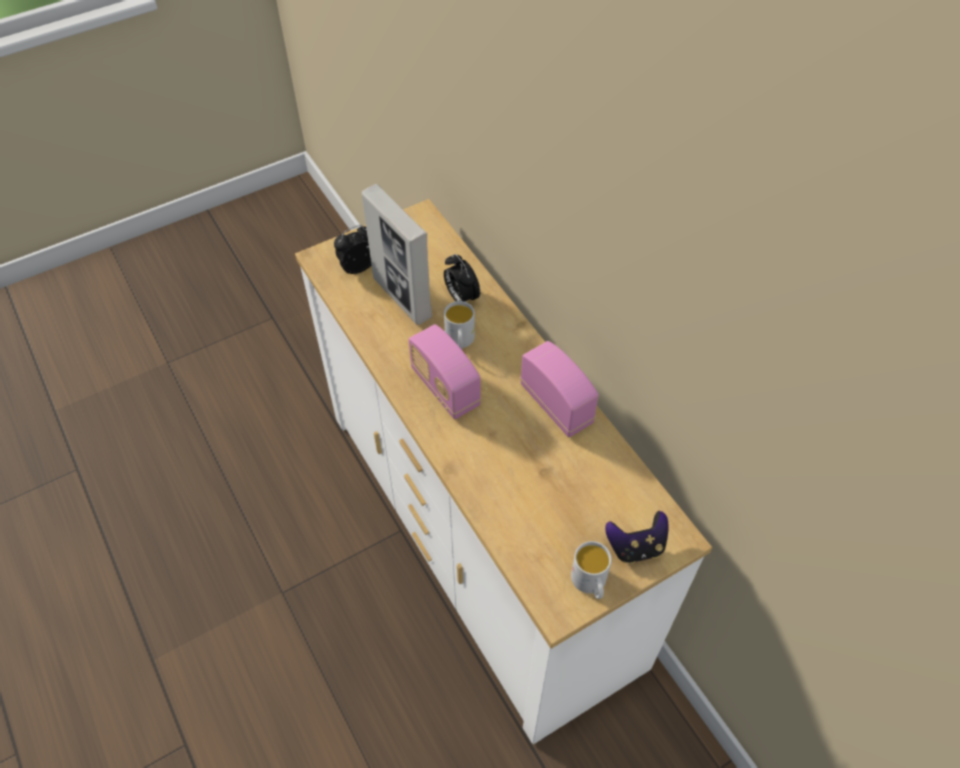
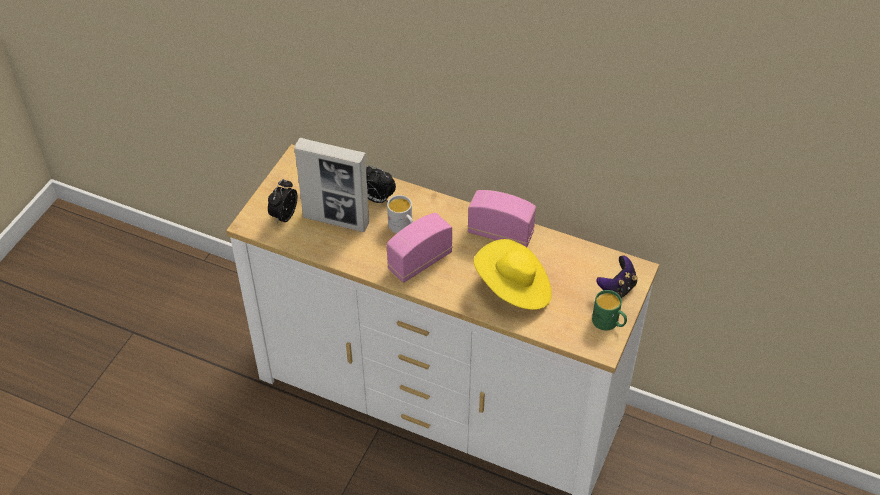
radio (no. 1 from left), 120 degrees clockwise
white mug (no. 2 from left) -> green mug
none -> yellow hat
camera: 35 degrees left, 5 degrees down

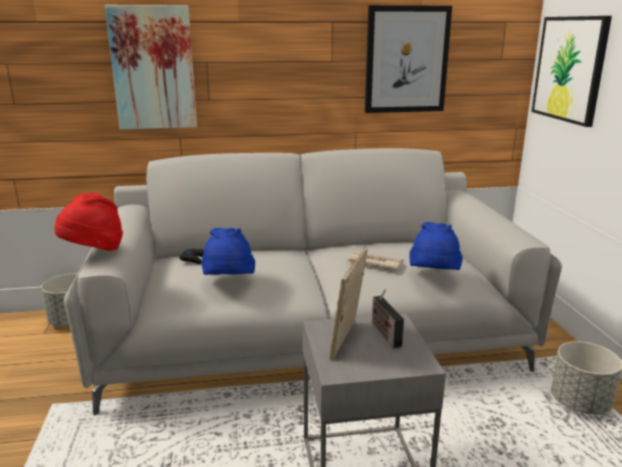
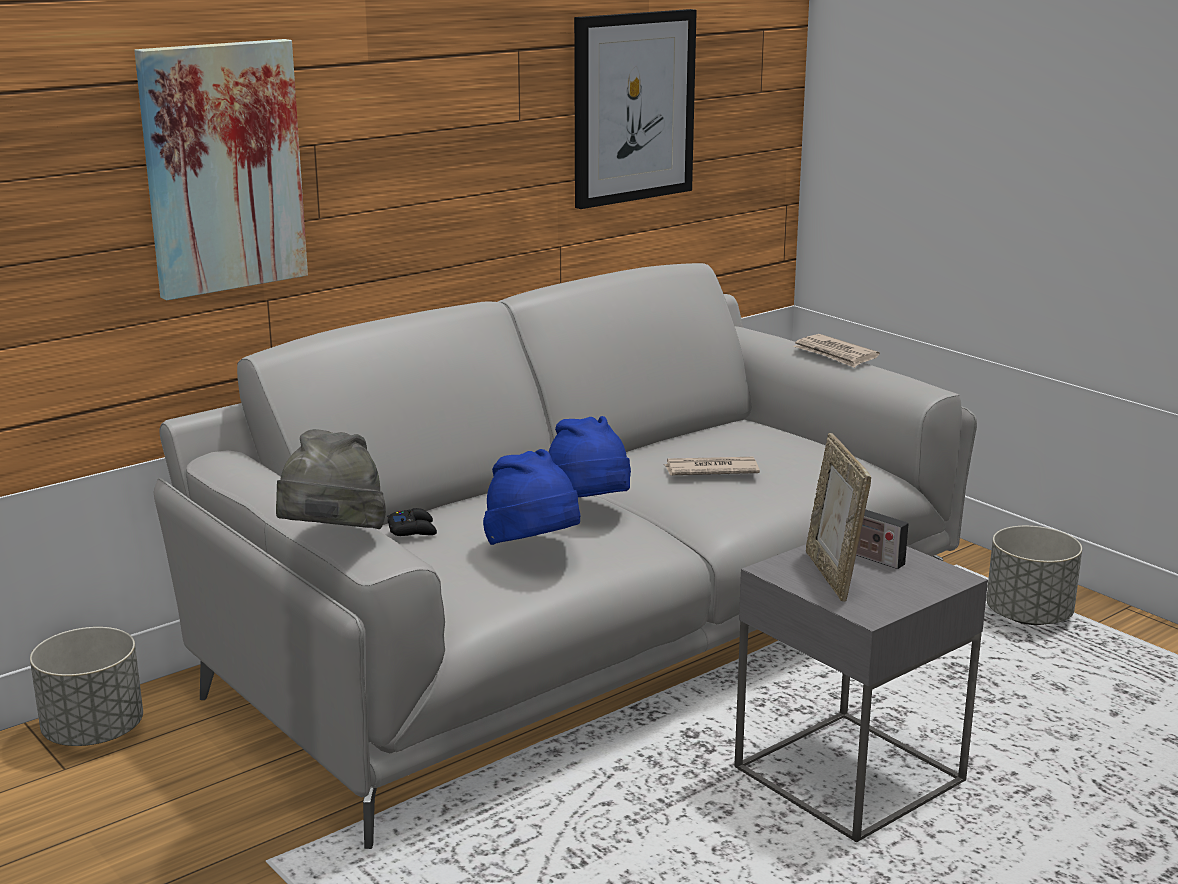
picture (no. 3 from left) -> none
red hat -> grey hat
blue hat (no. 2 from left), shifted
none -> newspaper (no. 2 from left)
camera: 30 degrees left, 0 degrees up

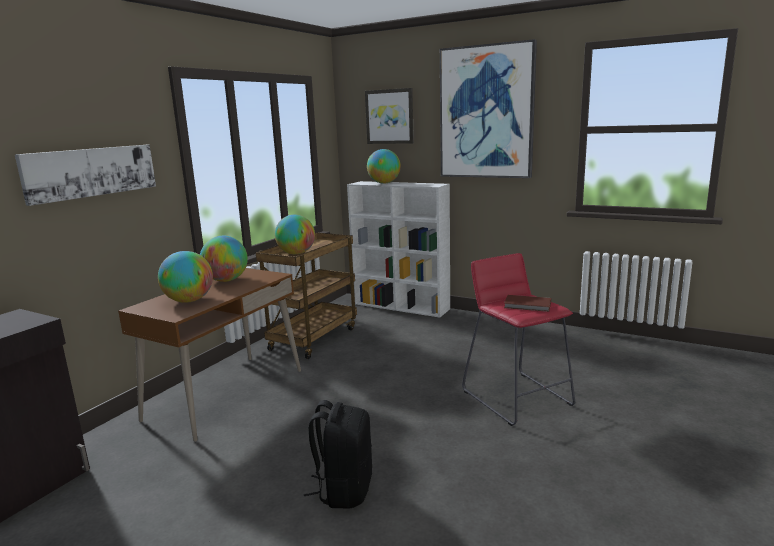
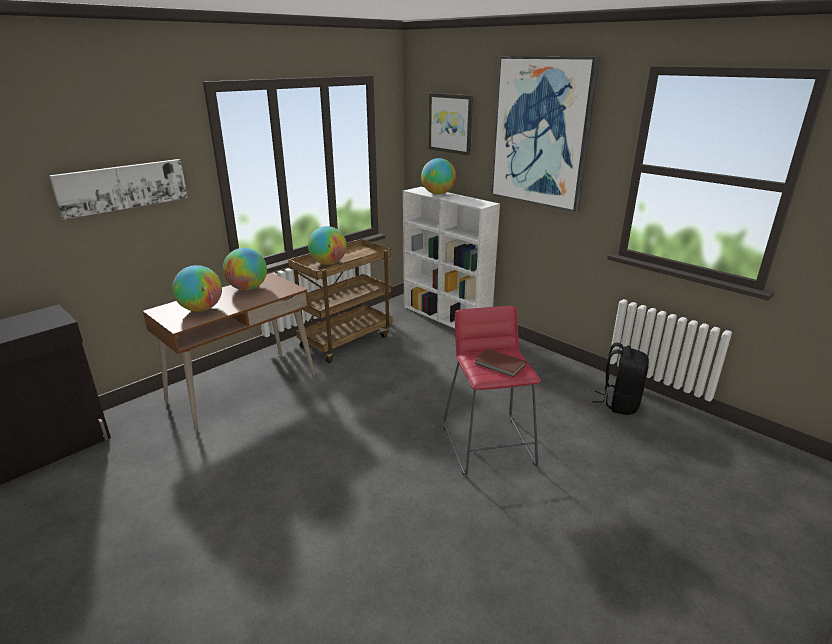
black backpack, shifted
camera: 15 degrees right, 10 degrees up

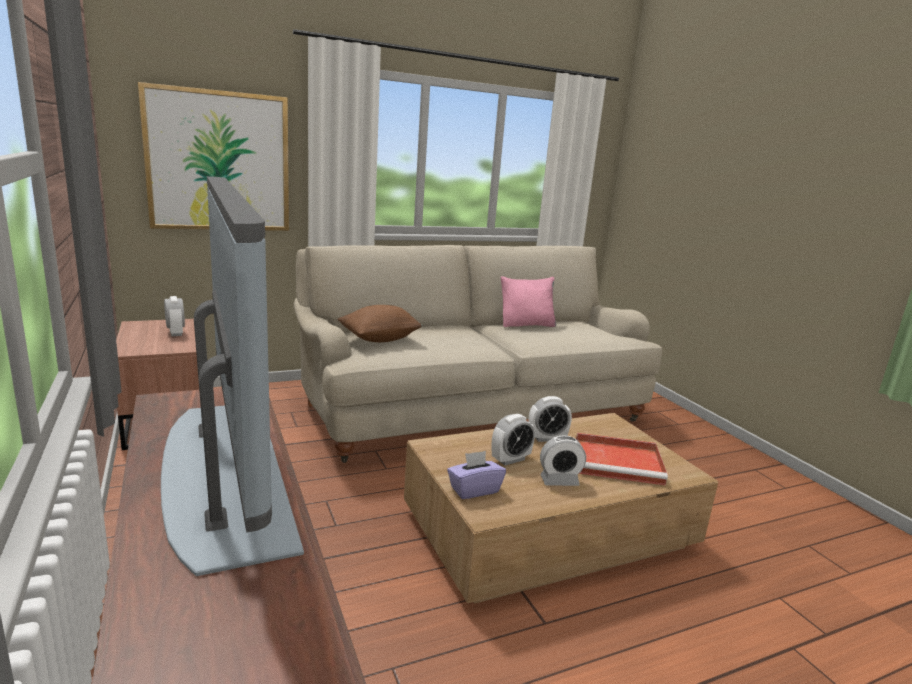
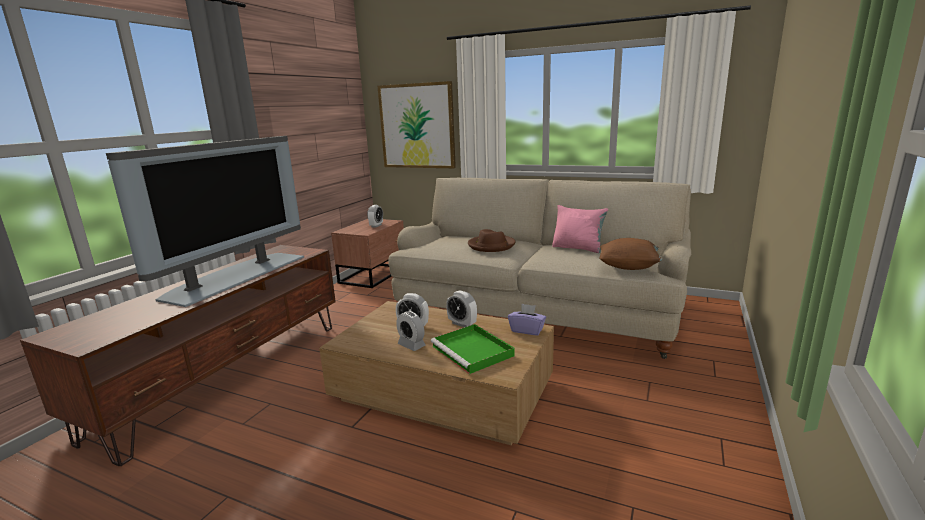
brown pillow, shifted
red tray -> green tray
purple tissue box, shifted
none -> brown hat
camera: 50 degrees right, 0 degrees up

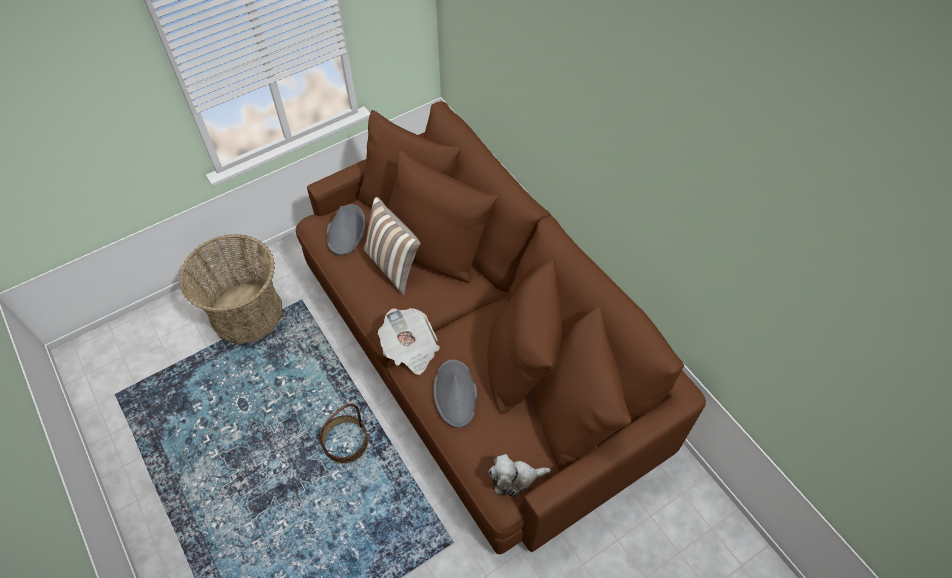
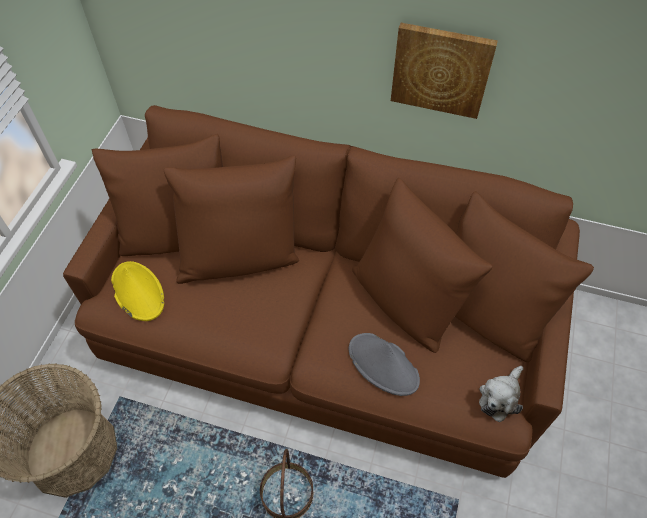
pillow -> none
grey hat (no. 1 from left) -> yellow hat
newspaper -> none
none -> picture
camera: 40 degrees left, 0 degrees up

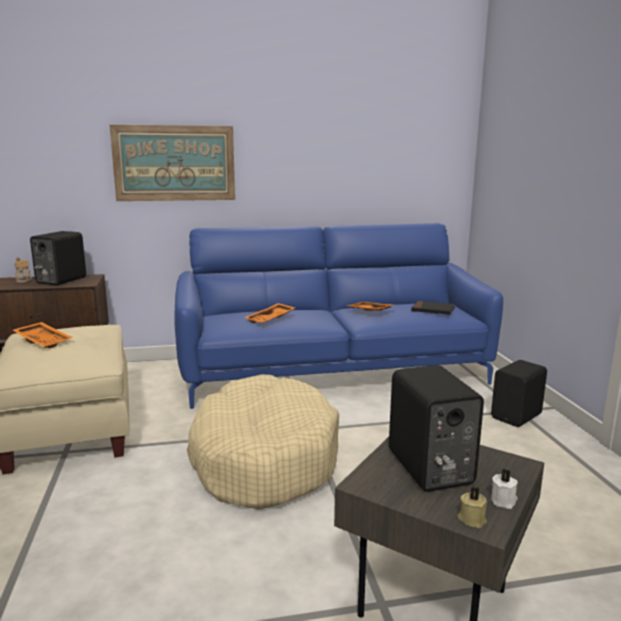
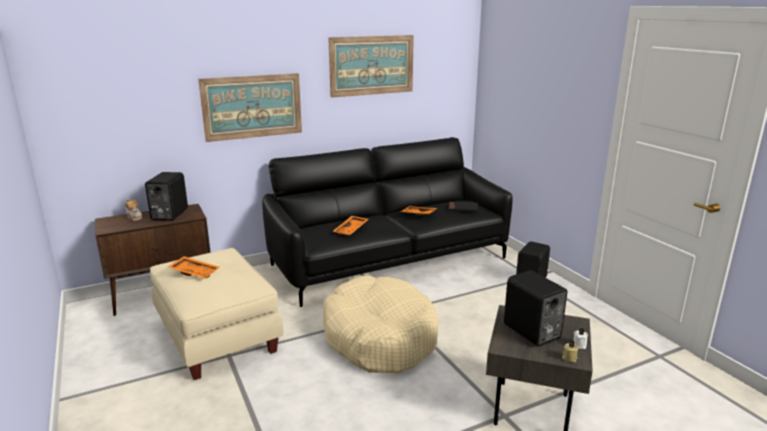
blue sofa -> black sofa
none -> picture (no. 2 from left)
camera: 15 degrees left, 5 degrees up

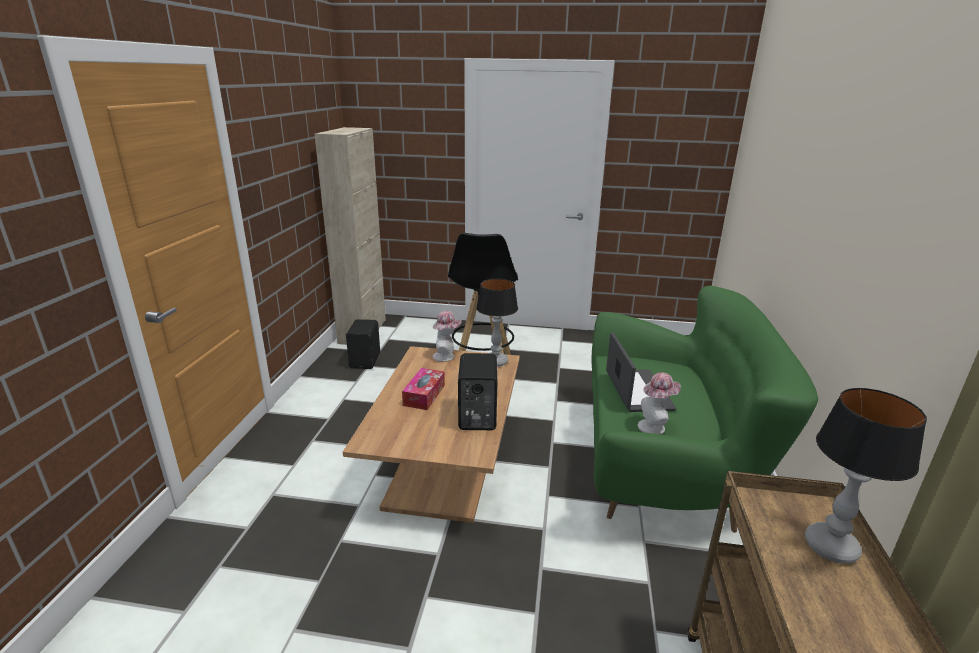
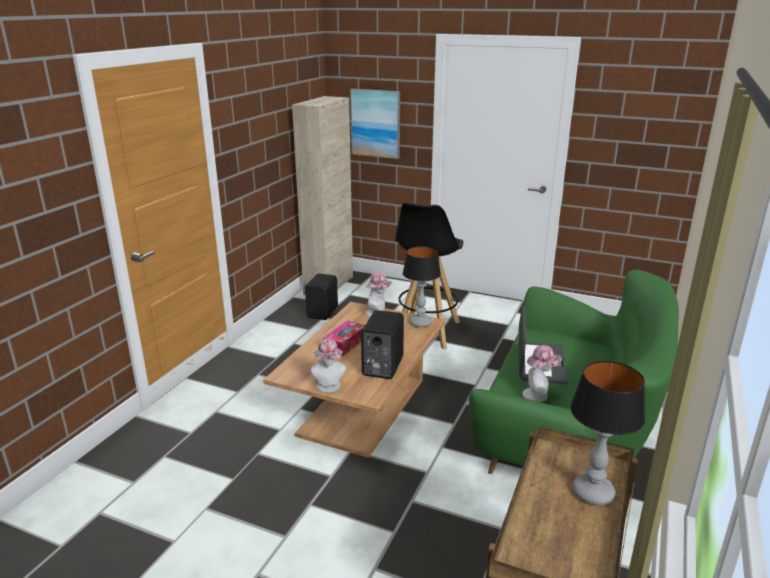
none -> picture
none -> hat (no. 1 from left)
camera: 15 degrees right, 0 degrees up

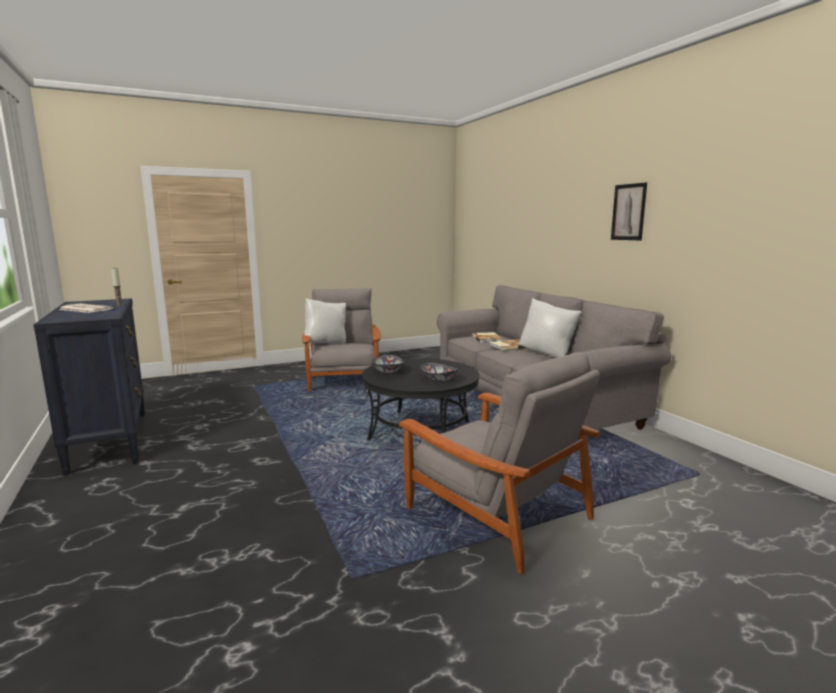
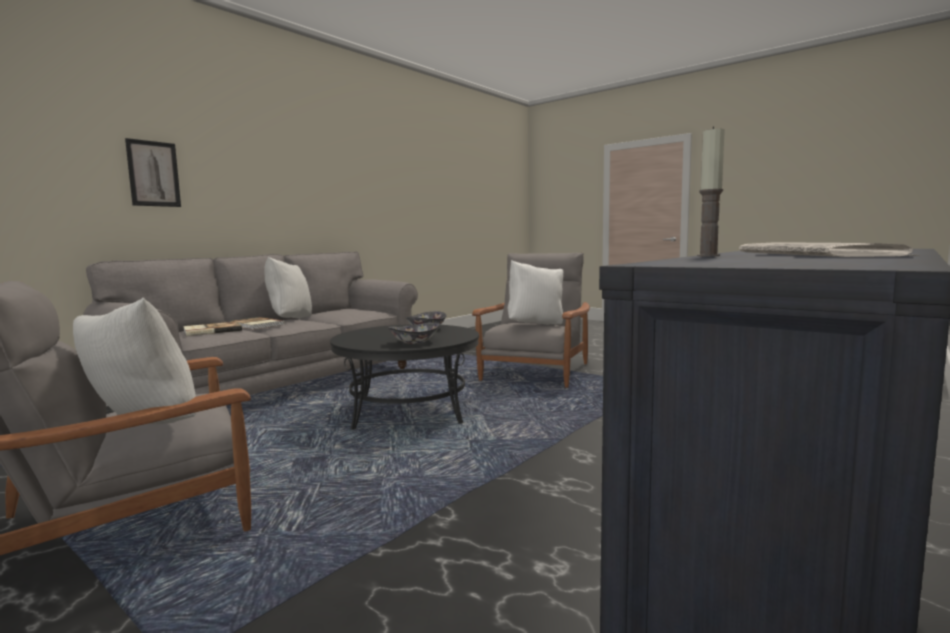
picture, shifted
none -> white pillow (no. 3 from left)
camera: 115 degrees left, 5 degrees down

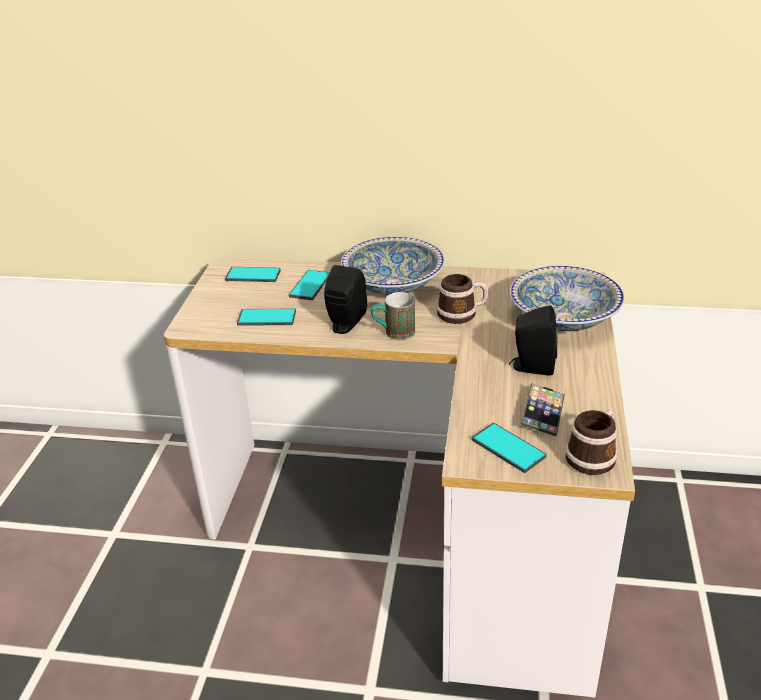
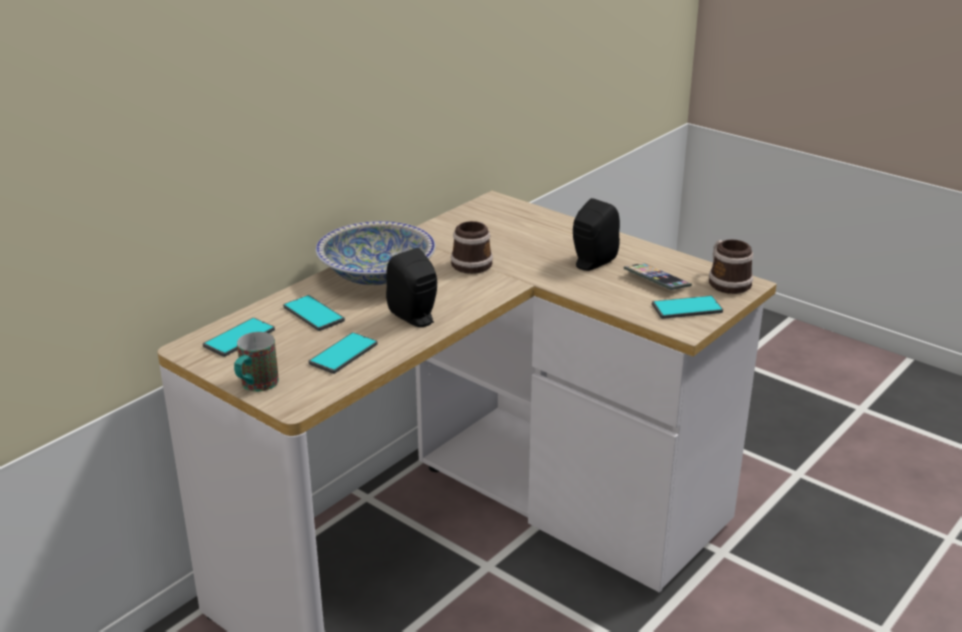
bowl (no. 2 from left) -> none
mug (no. 1 from left), shifted
camera: 60 degrees left, 5 degrees down

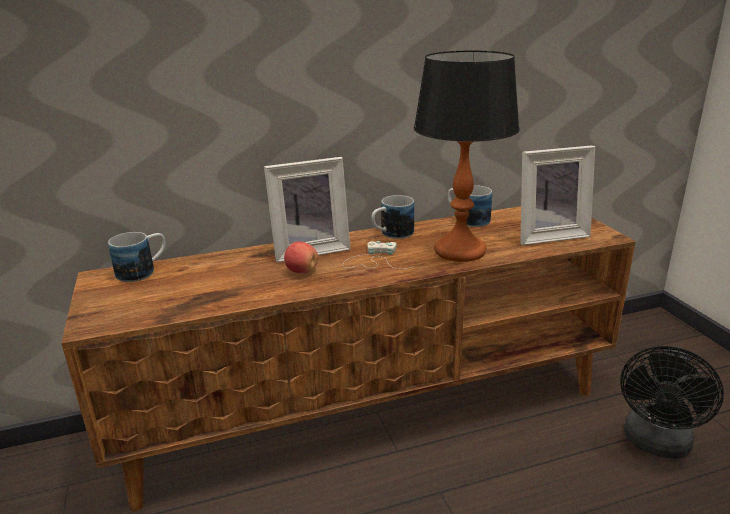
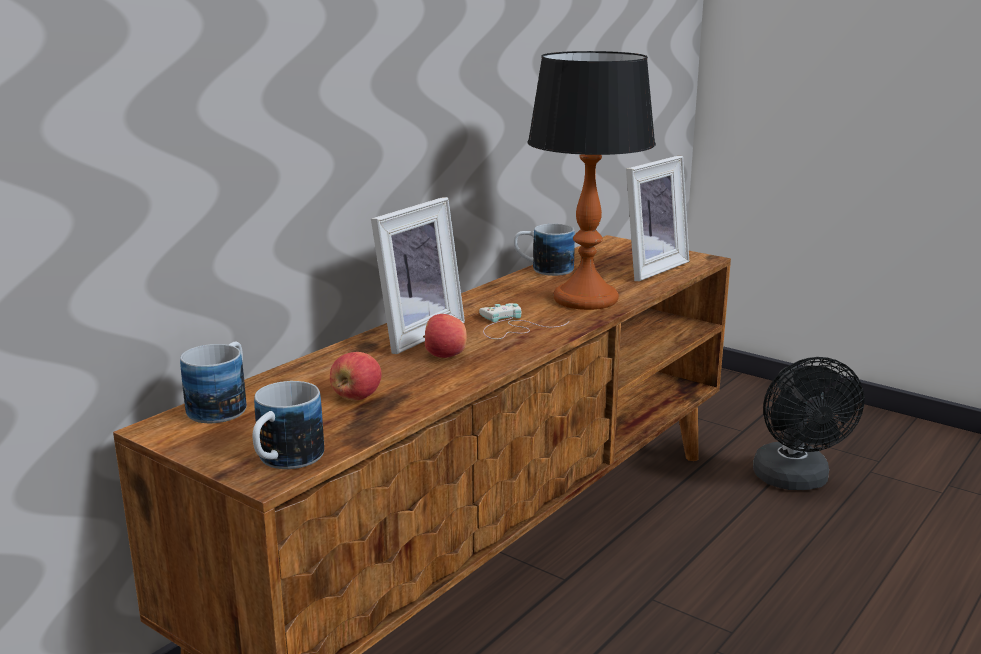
mug (no. 2 from left), shifted
none -> apple (no. 1 from left)
camera: 35 degrees left, 5 degrees down

